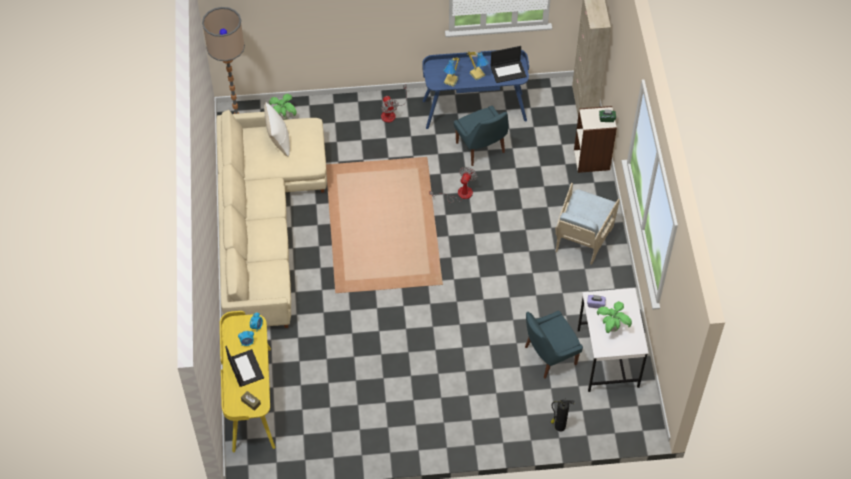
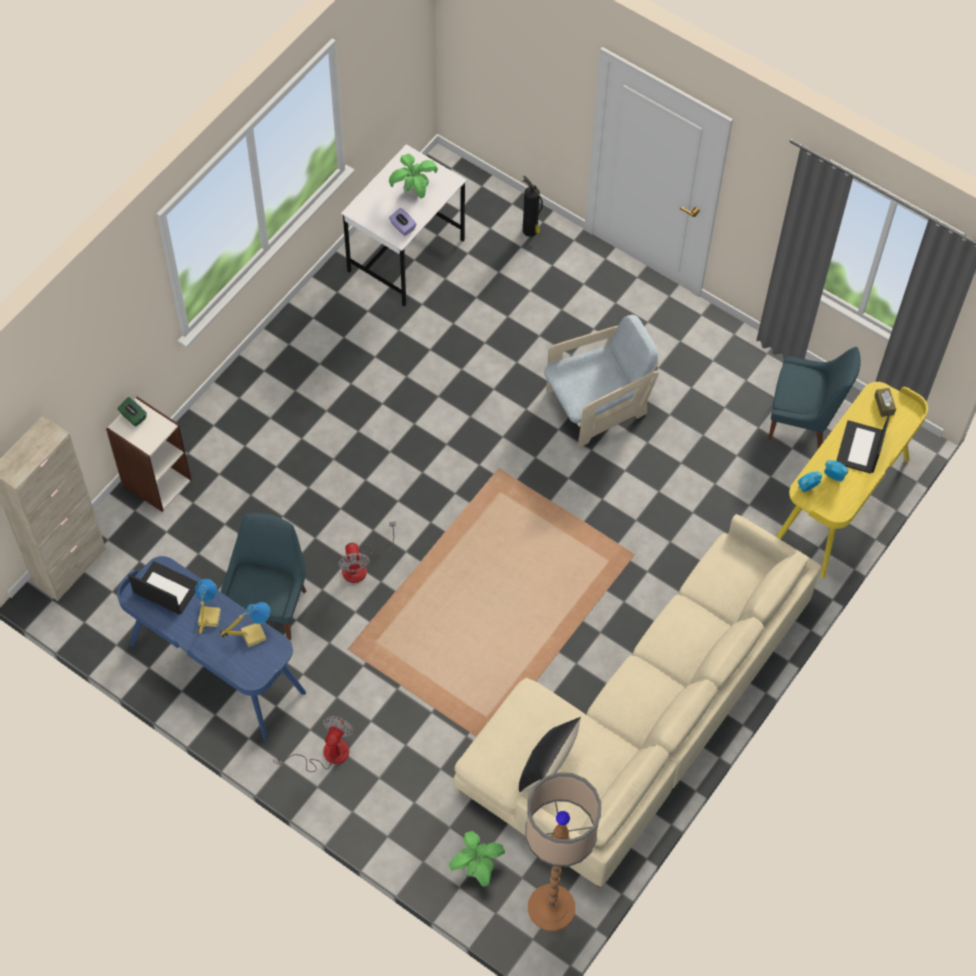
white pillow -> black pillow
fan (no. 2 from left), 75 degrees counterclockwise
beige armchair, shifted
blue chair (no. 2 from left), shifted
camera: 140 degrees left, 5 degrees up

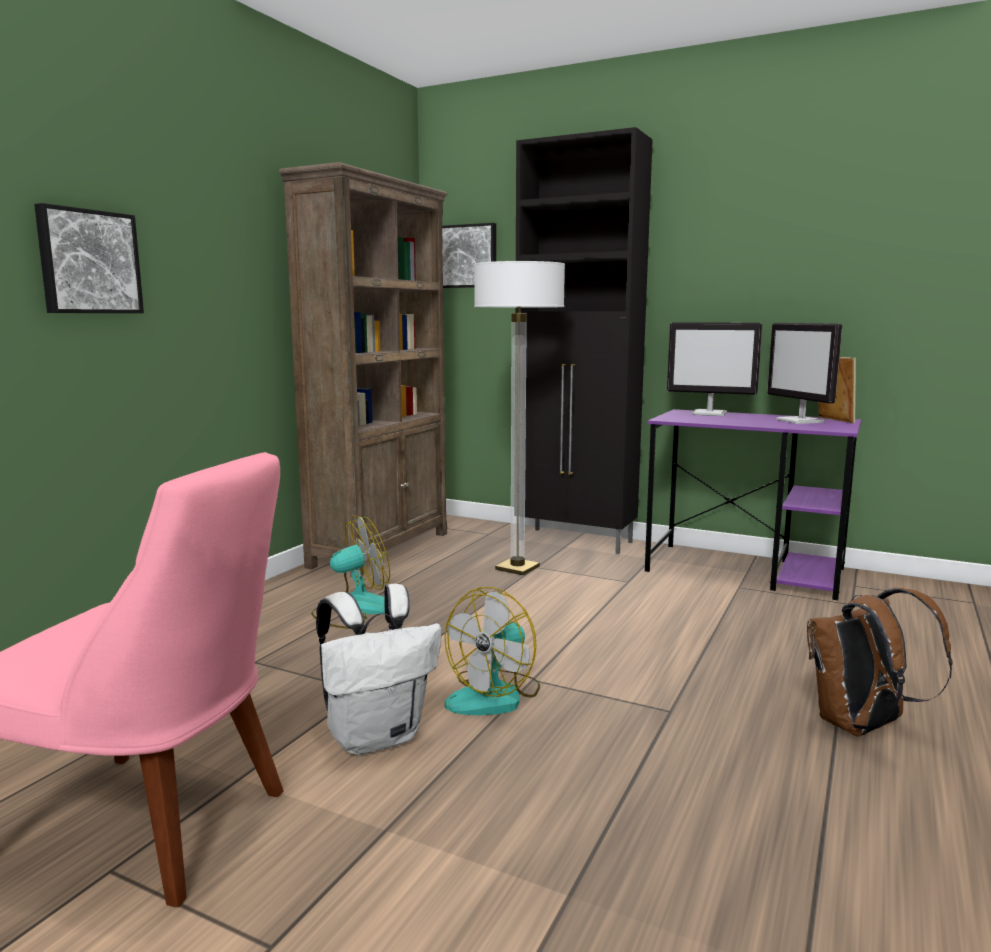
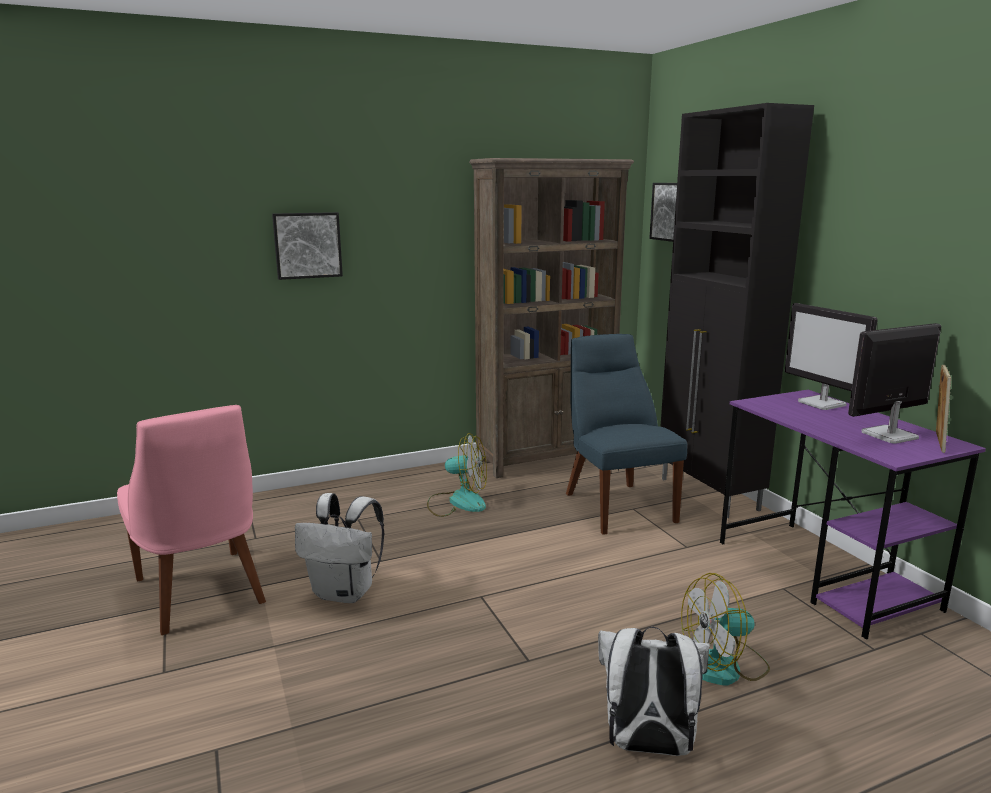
floor lamp -> blue chair
monitor (no. 2 from left), 45 degrees clockwise
fan (no. 2 from left), shifted
brown backpack -> white backpack (no. 2 from left)
camera: 40 degrees right, 5 degrees up

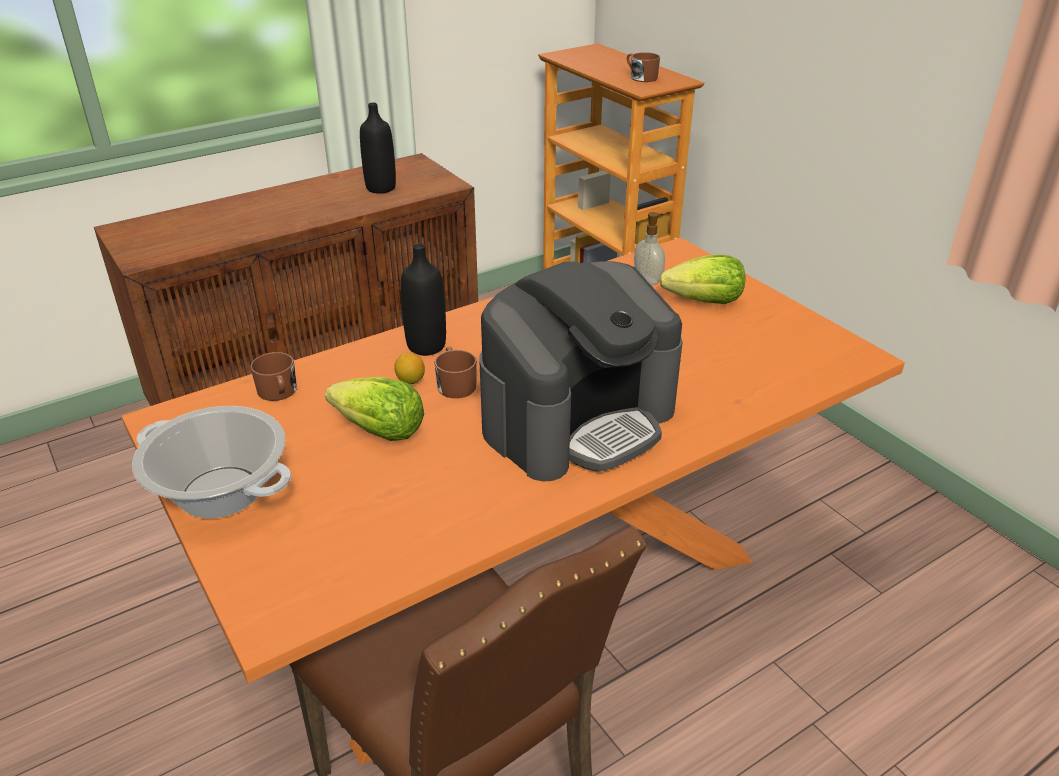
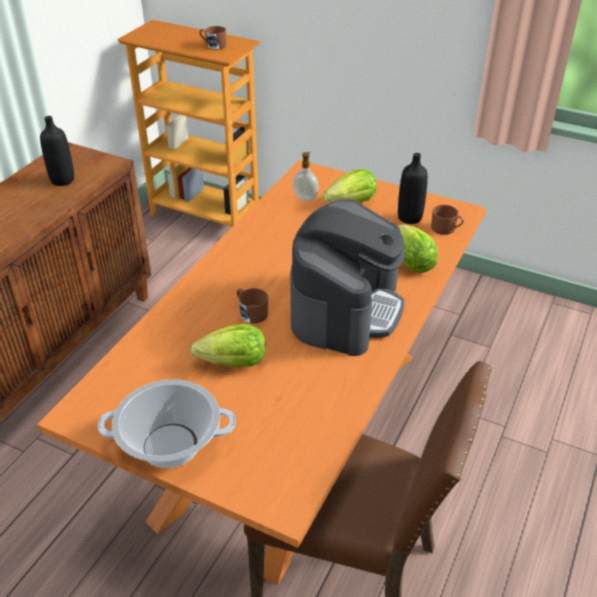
black bottle (no. 2 from left), shifted
brown mug (no. 1 from left in the first image) -> brown mug (no. 3 from left), shifted
lemon -> none
none -> lettuce (no. 3 from left)
camera: 30 degrees left, 5 degrees up

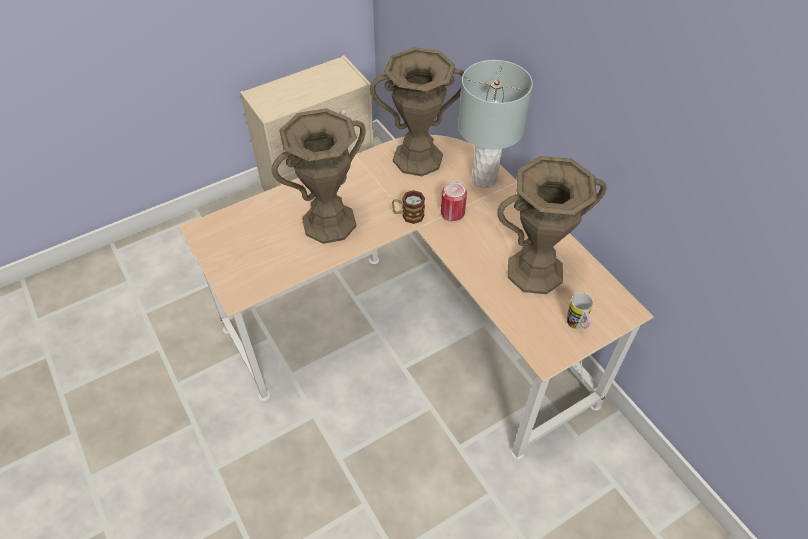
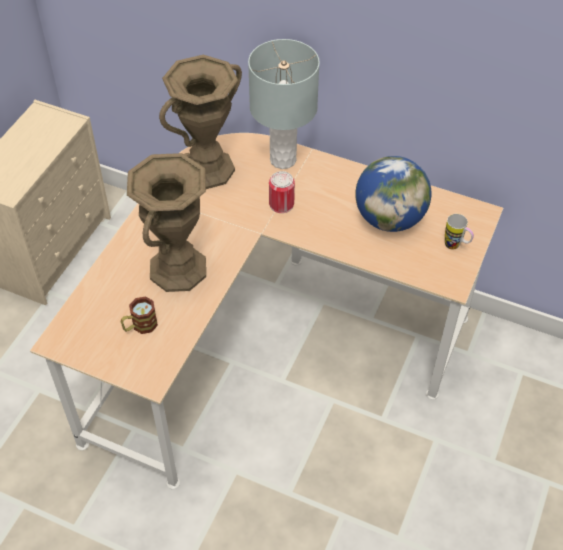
brown vase (no. 3 from left) -> globe
mug (no. 1 from left), shifted
camera: 35 degrees left, 0 degrees up

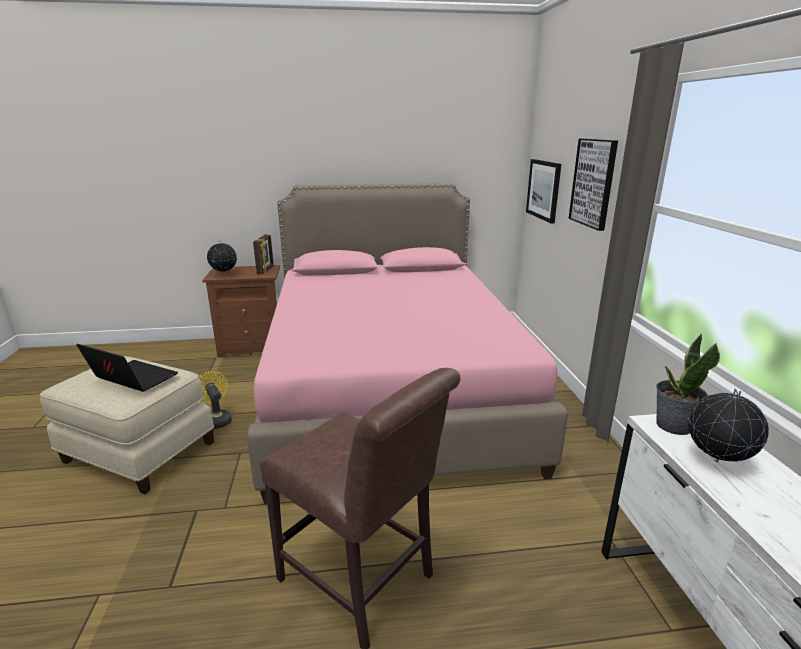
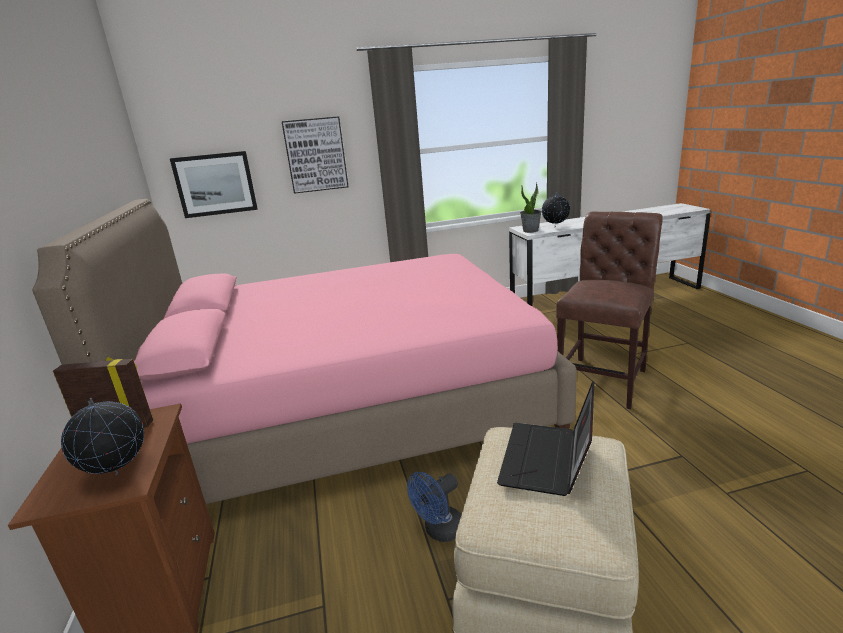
yellow fan -> blue fan
camera: 95 degrees left, 0 degrees up

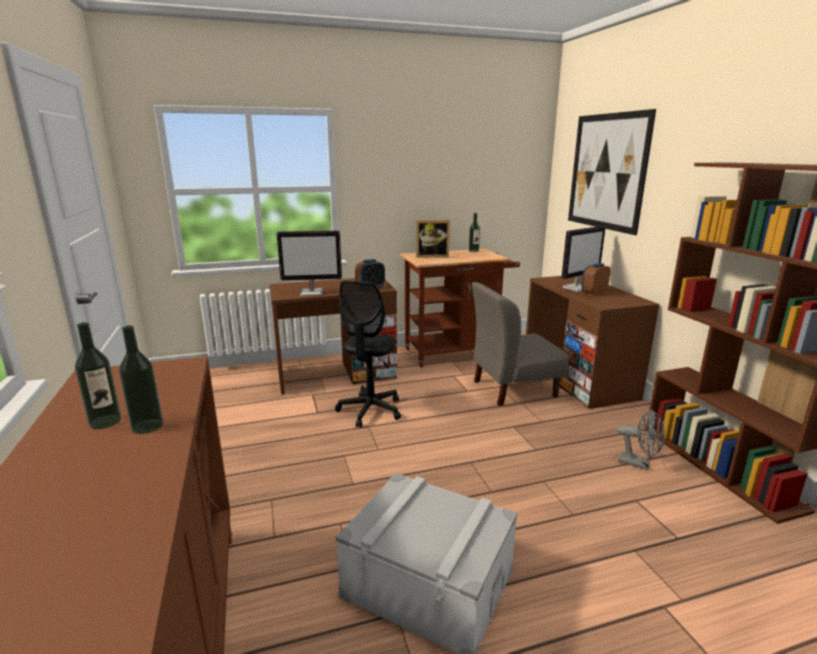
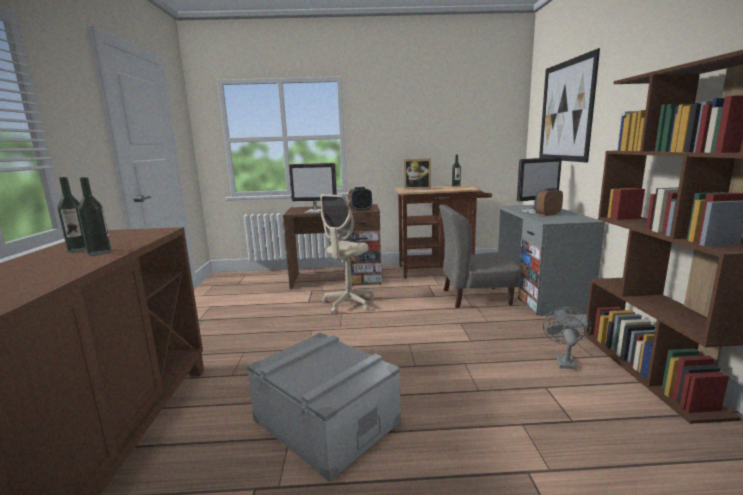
brown desk (no. 2 from left) -> grey desk
black office chair -> beige office chair
grey fan, 120 degrees counterclockwise
camera: 15 degrees right, 5 degrees down

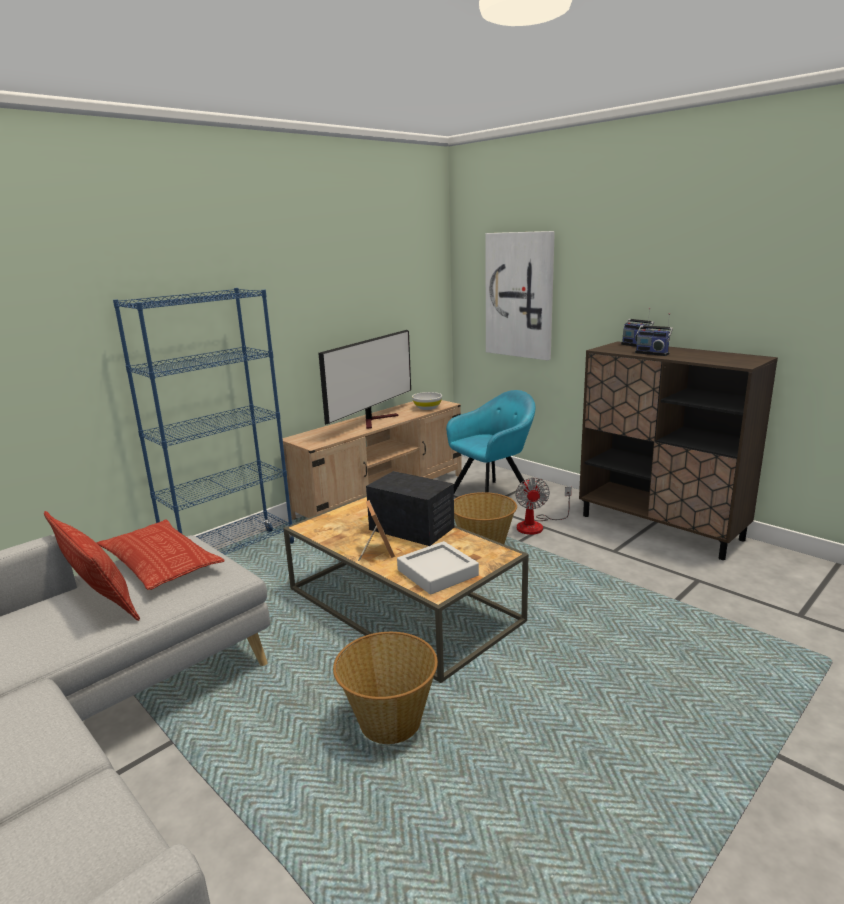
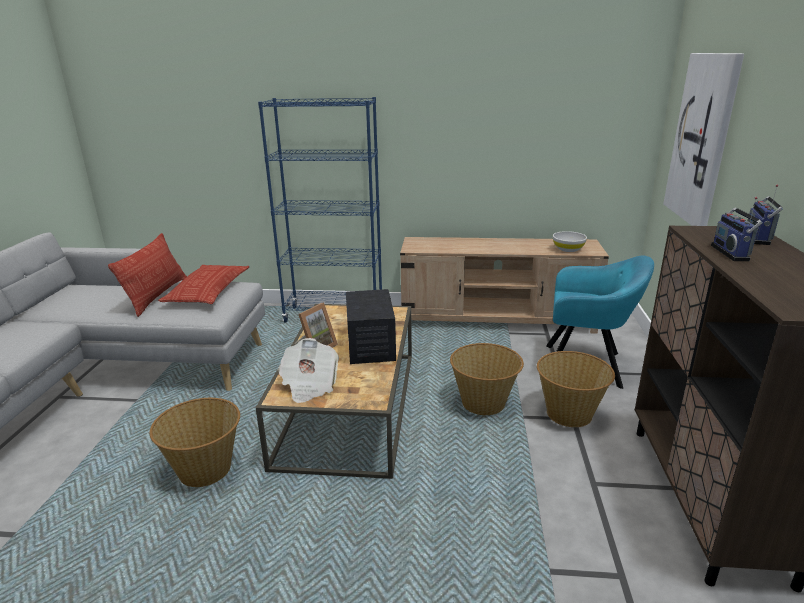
television -> none
fan -> basket (no. 3 from left)
grey tray -> newspaper
camera: 50 degrees right, 5 degrees up

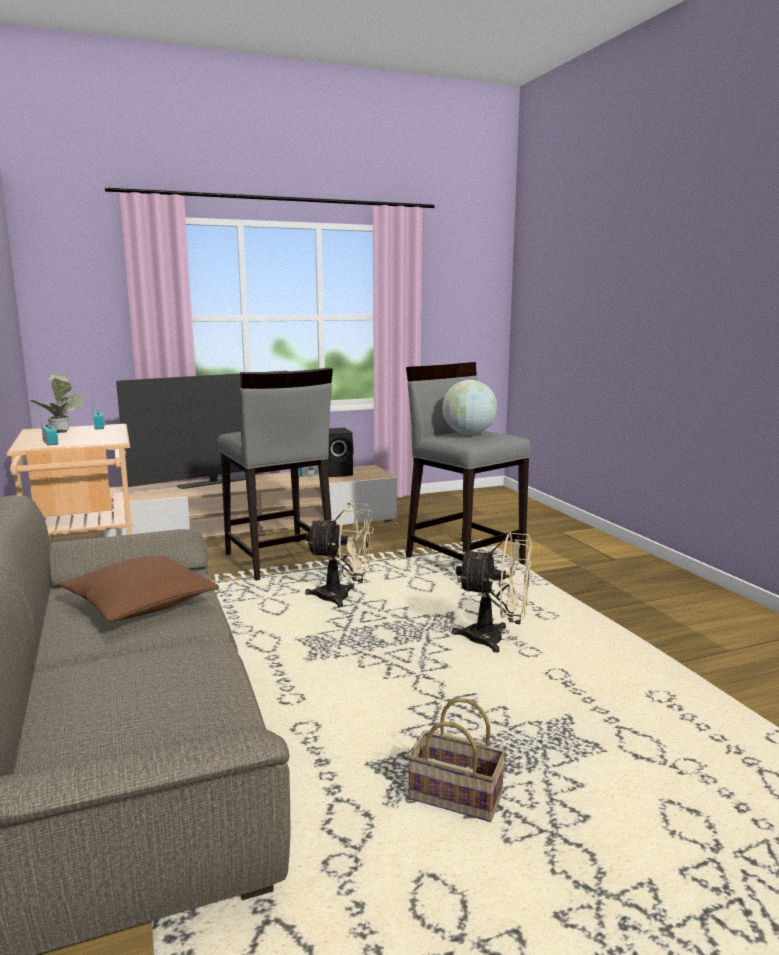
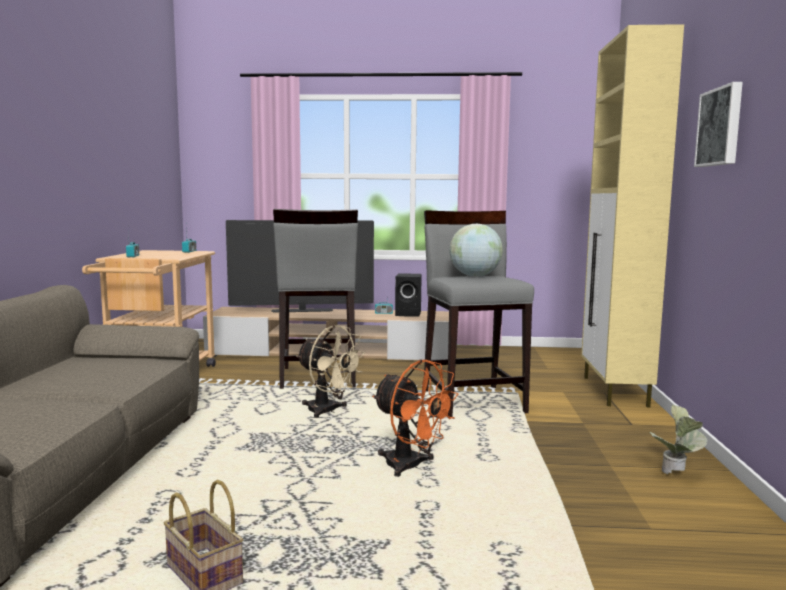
potted plant, shifted
beige fan (no. 2 from left) -> orange fan
brown pillow -> none
none -> beige cabinet
none -> picture
camera: 25 degrees right, 5 degrees down

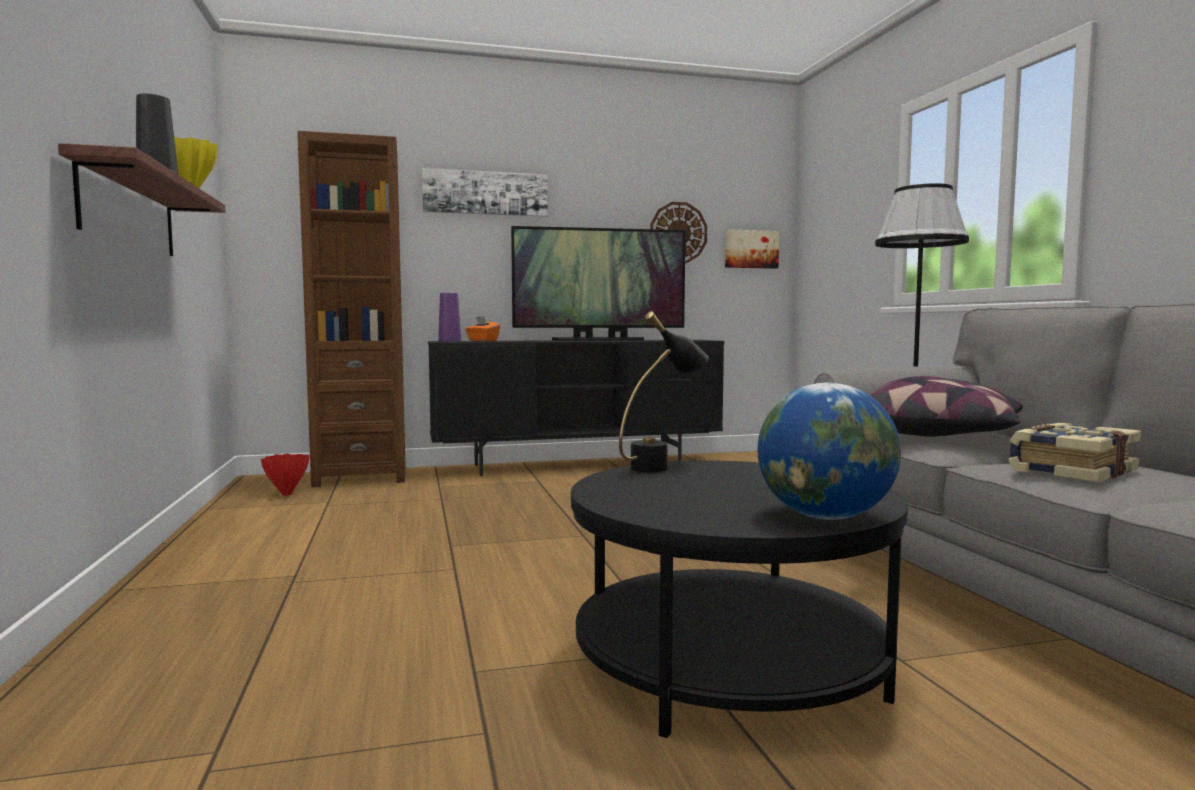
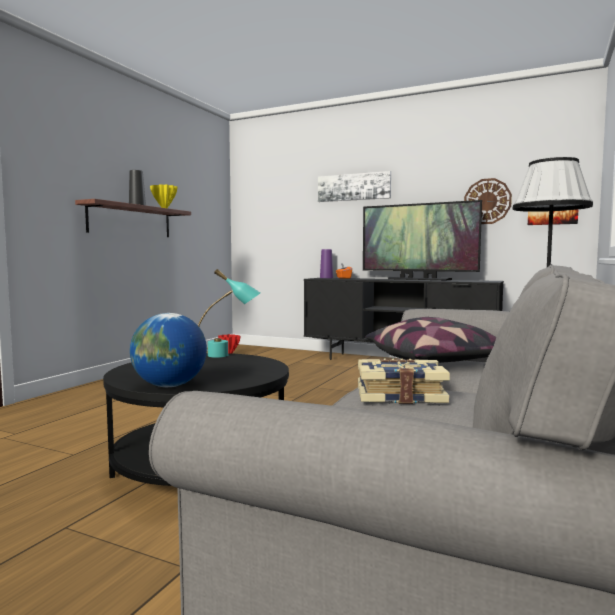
brown bookcase -> none
black table lamp -> turquoise table lamp
camera: 40 degrees right, 0 degrees up

